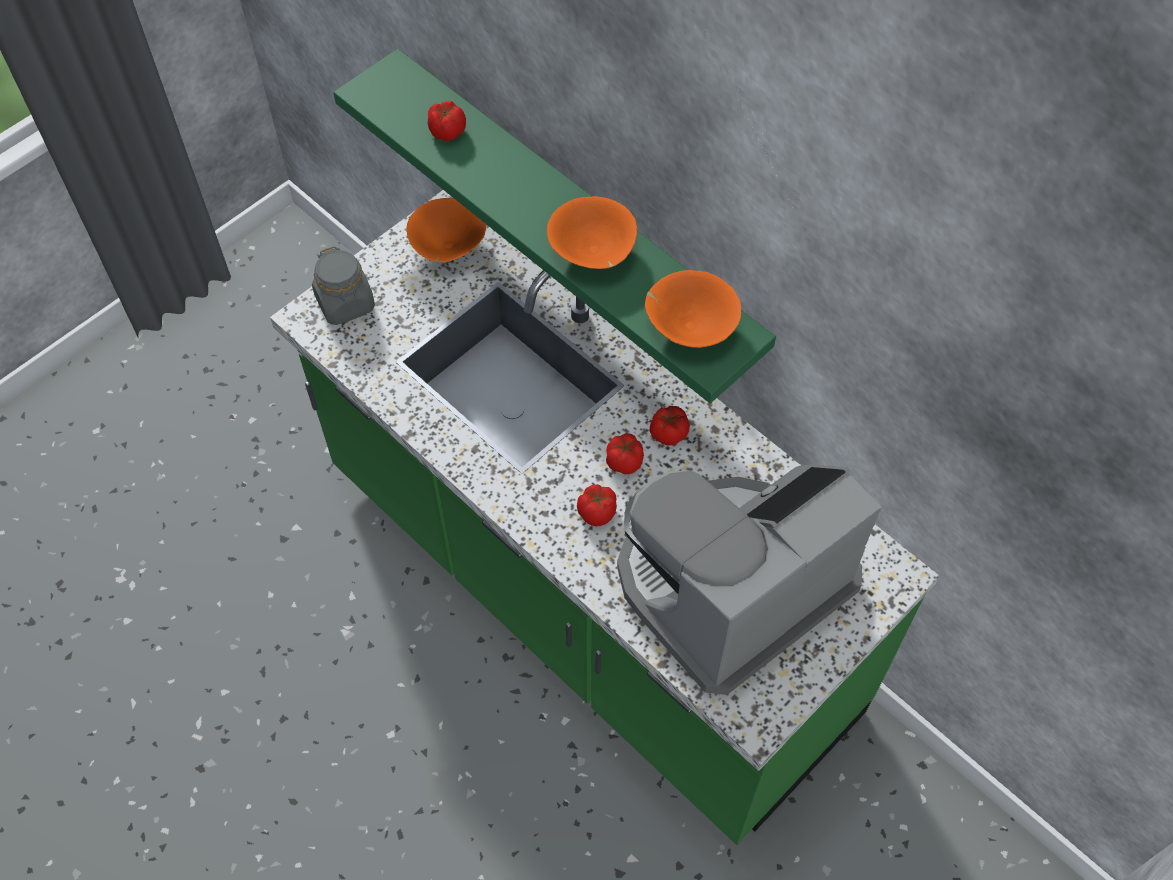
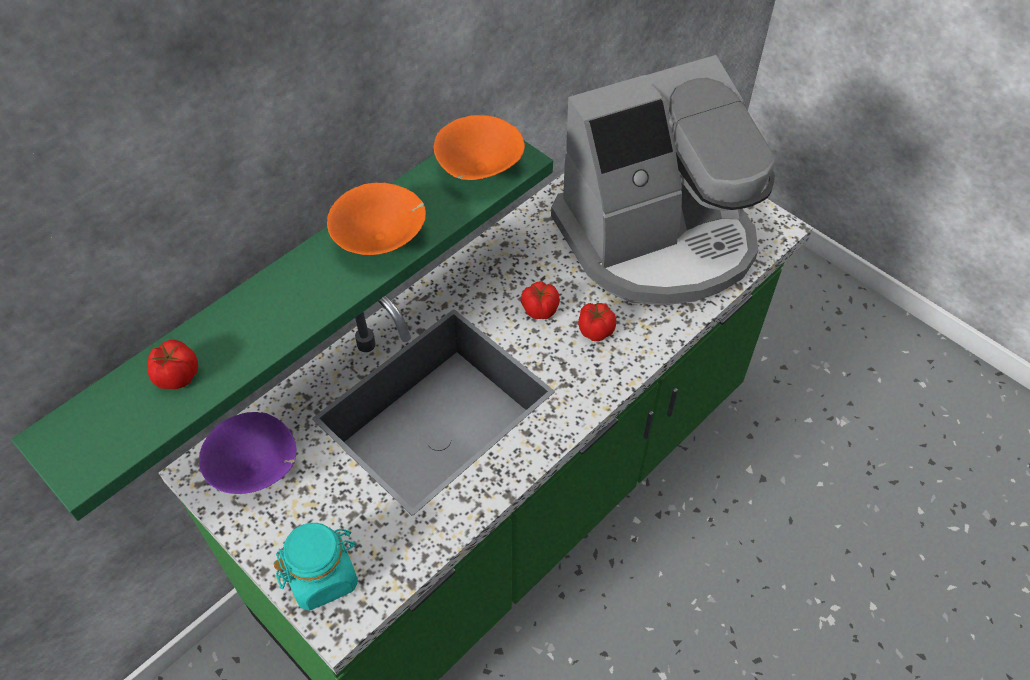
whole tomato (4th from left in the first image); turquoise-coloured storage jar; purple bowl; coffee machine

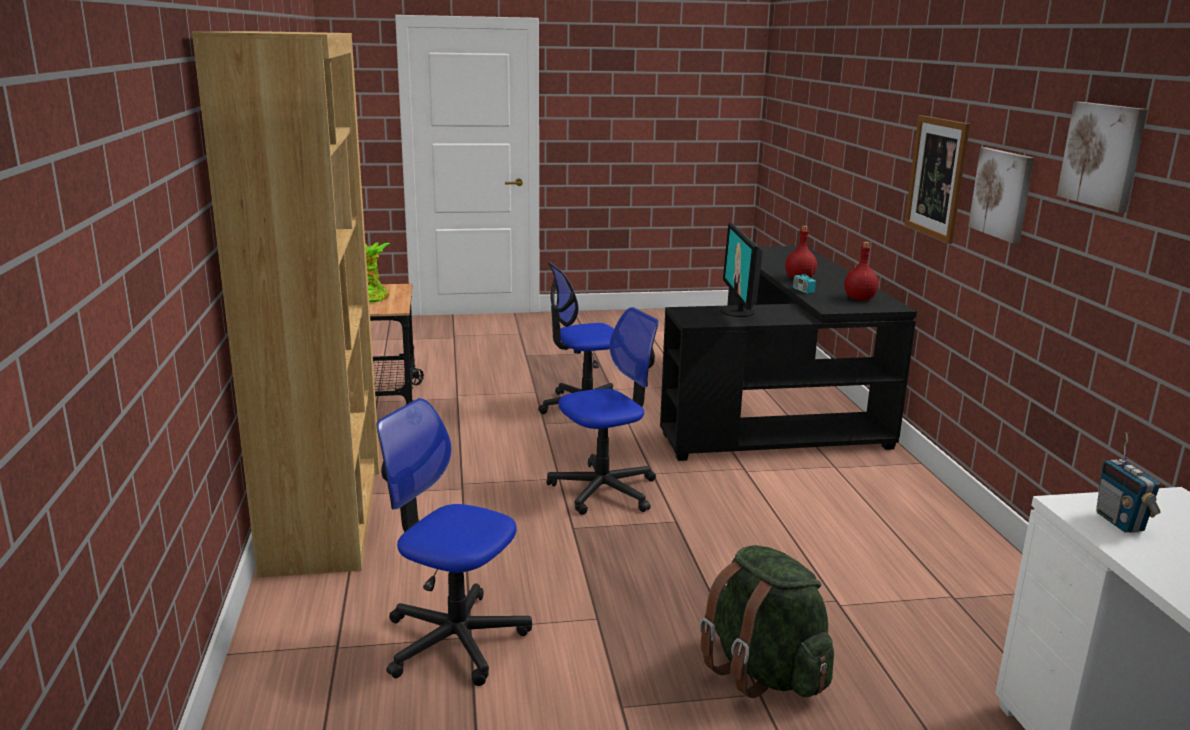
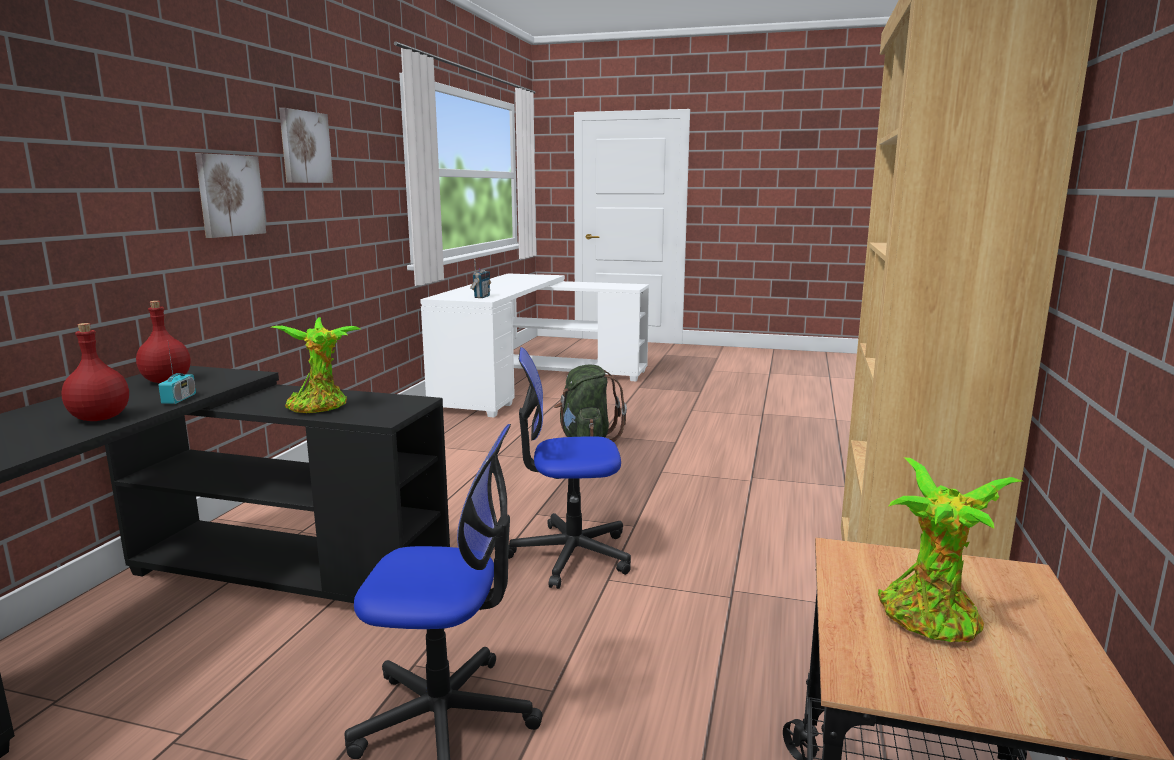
computer chair (1st from left in the first image); wall art (1st from left in the first image); houseplant (1st from left)

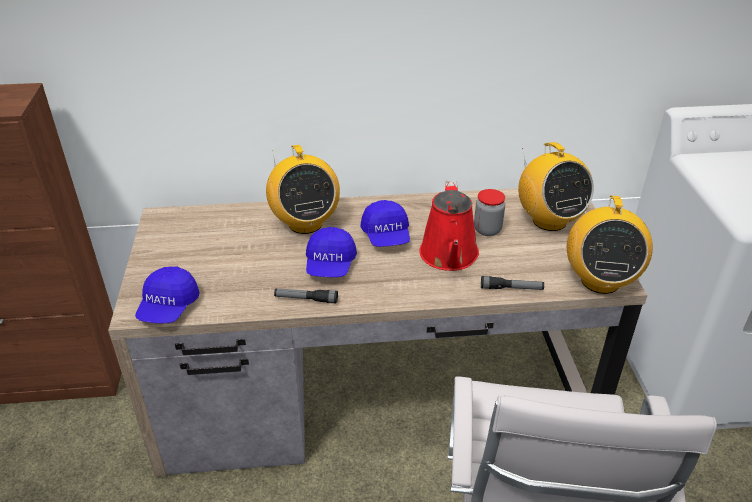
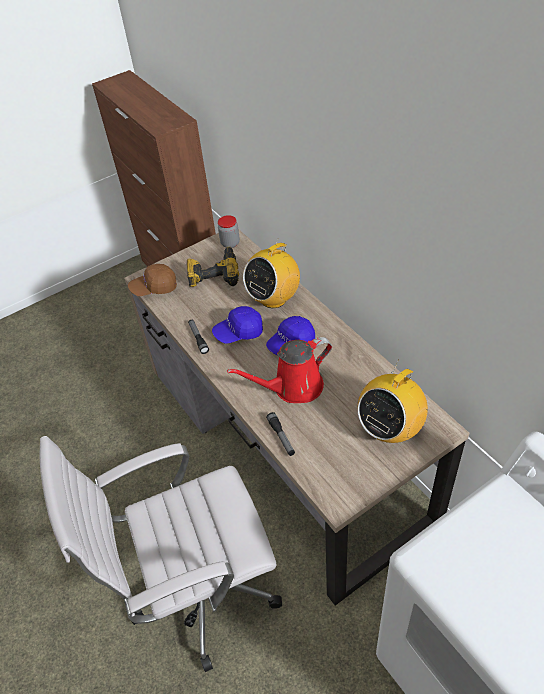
radio set (3rd from left in the first image); drill; storage jar; brown cap

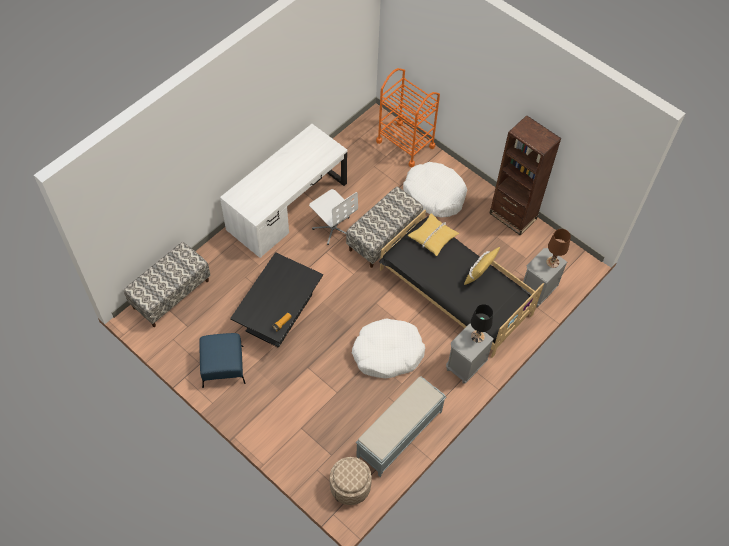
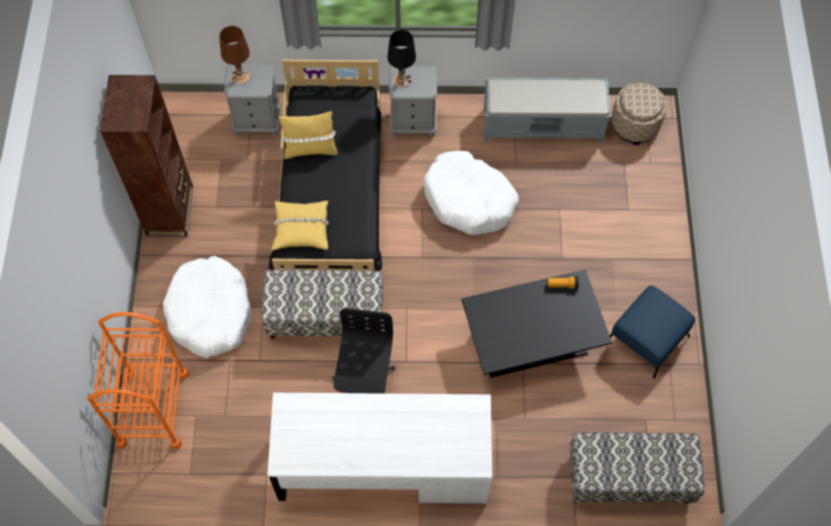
black-coloured computer chair

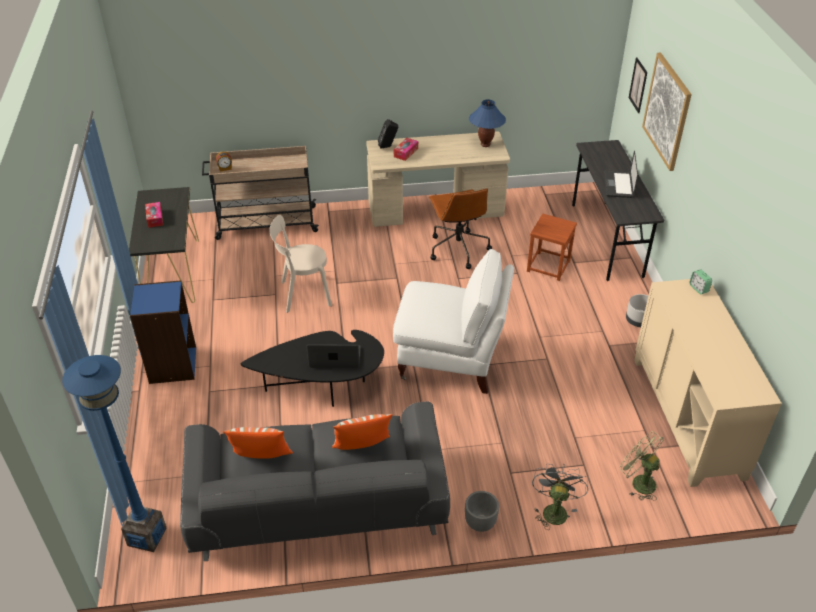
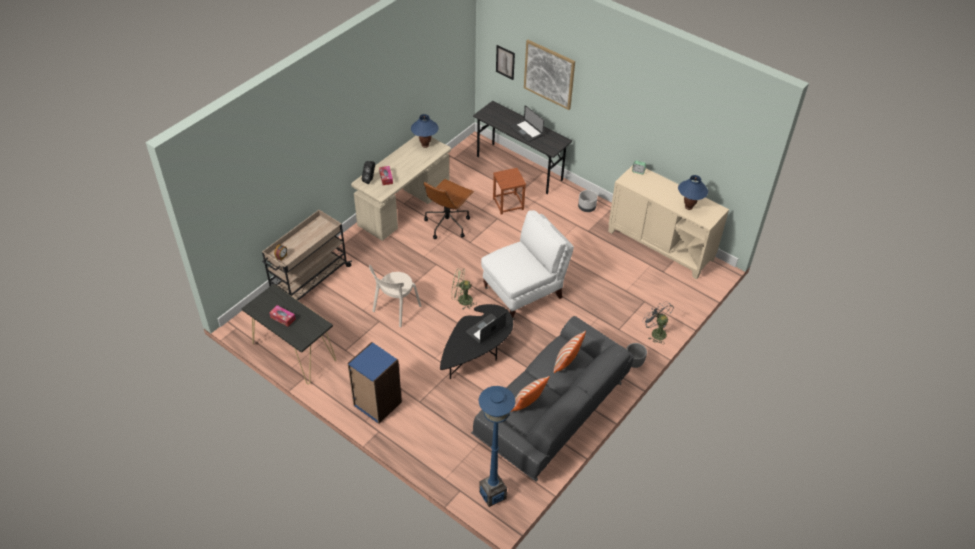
blue-coloured table lamp (2nd from left); green-coloured cooling fan; brown computer chair

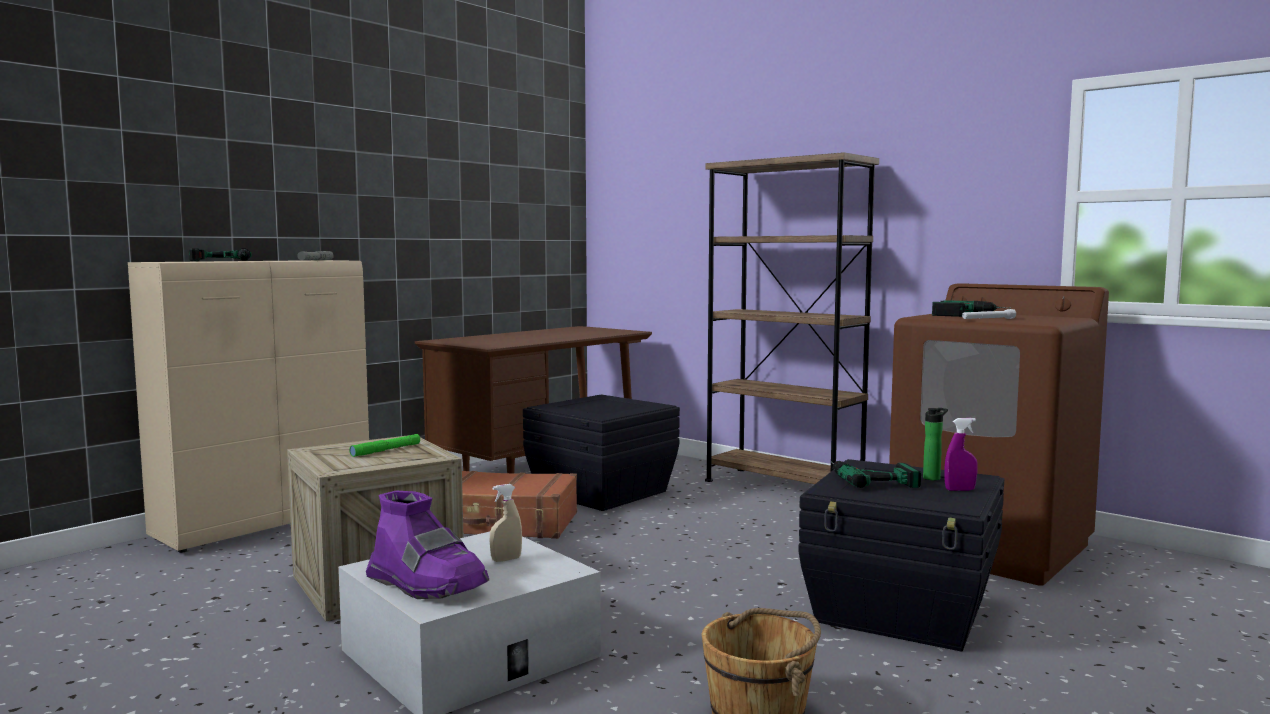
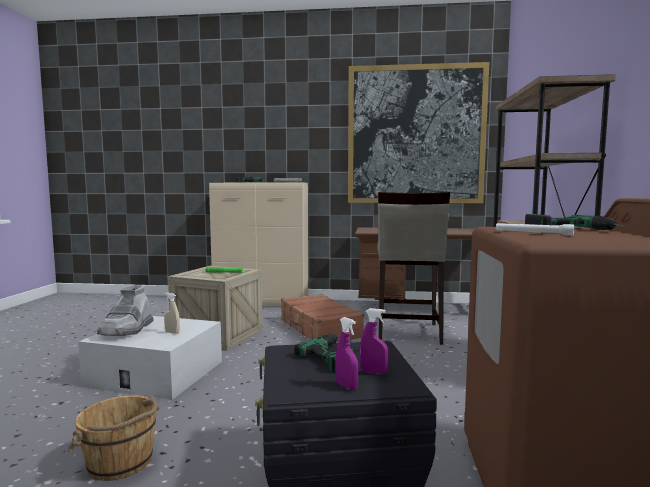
wall art; beige stool seat; purple hand sprayer (2nd from left); grey boot

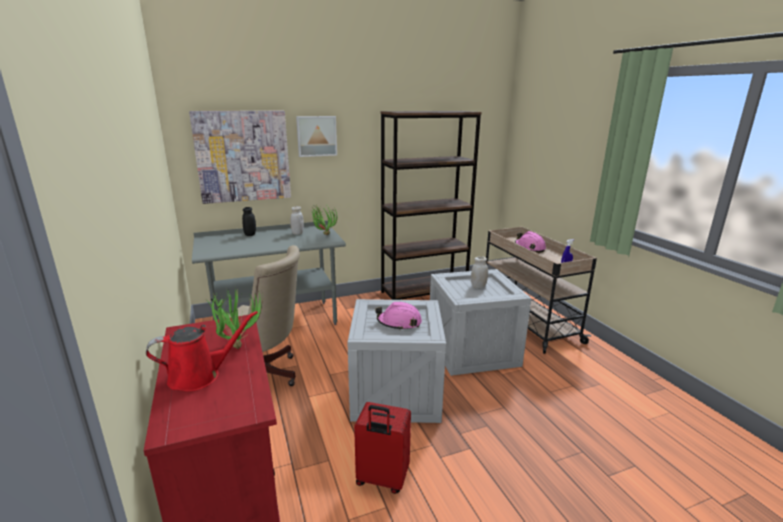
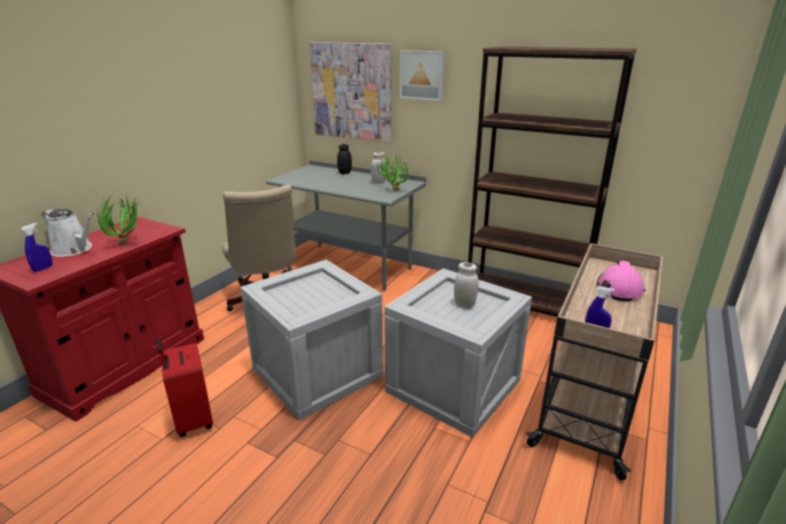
pink safety helmet (1st from left in the first image); blue-coloured hand sprayer (1st from left); white watering pot

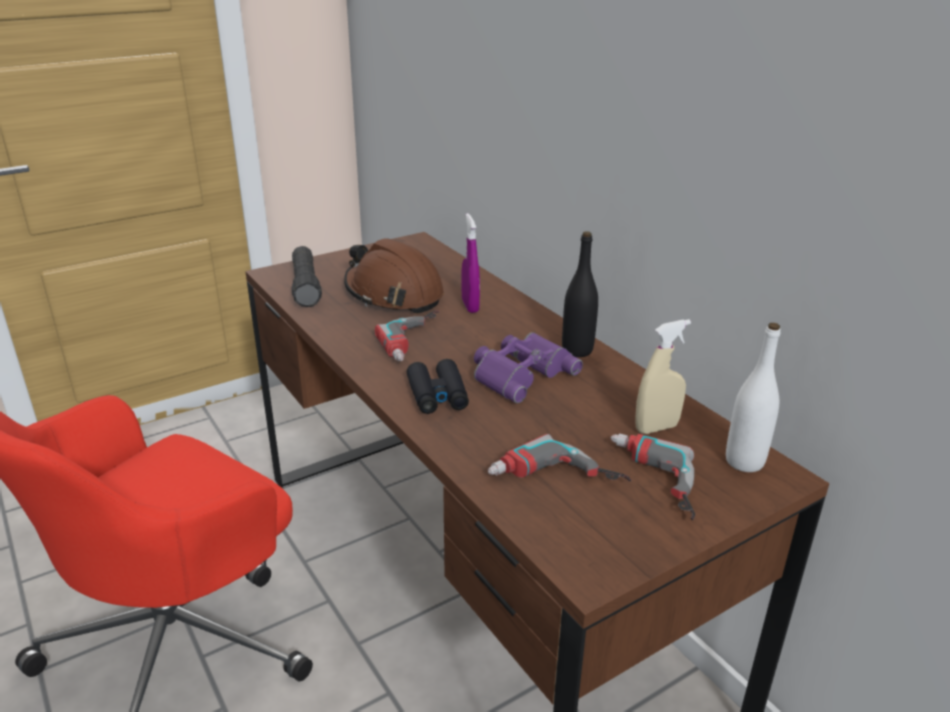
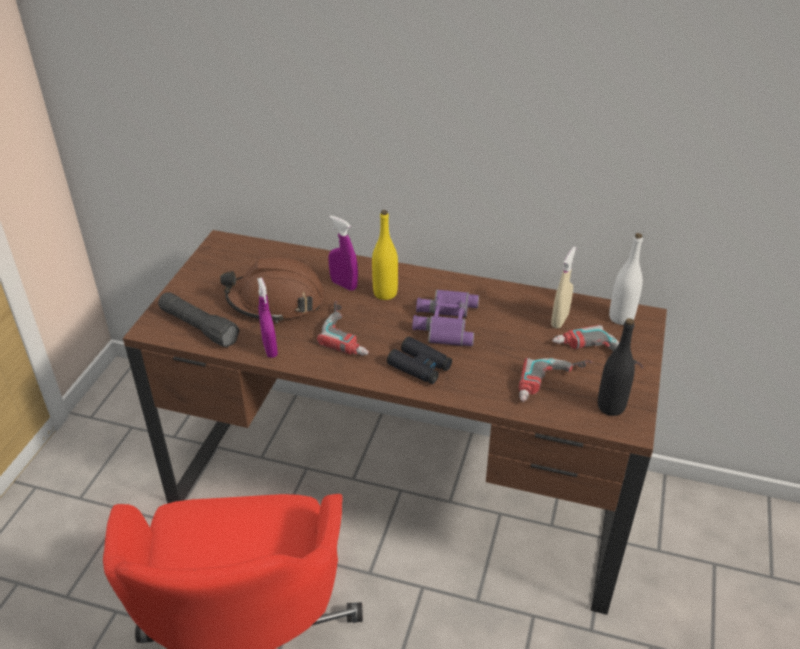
purple hand sprayer (1st from left); yellow drink bottle; black-coloured drink bottle

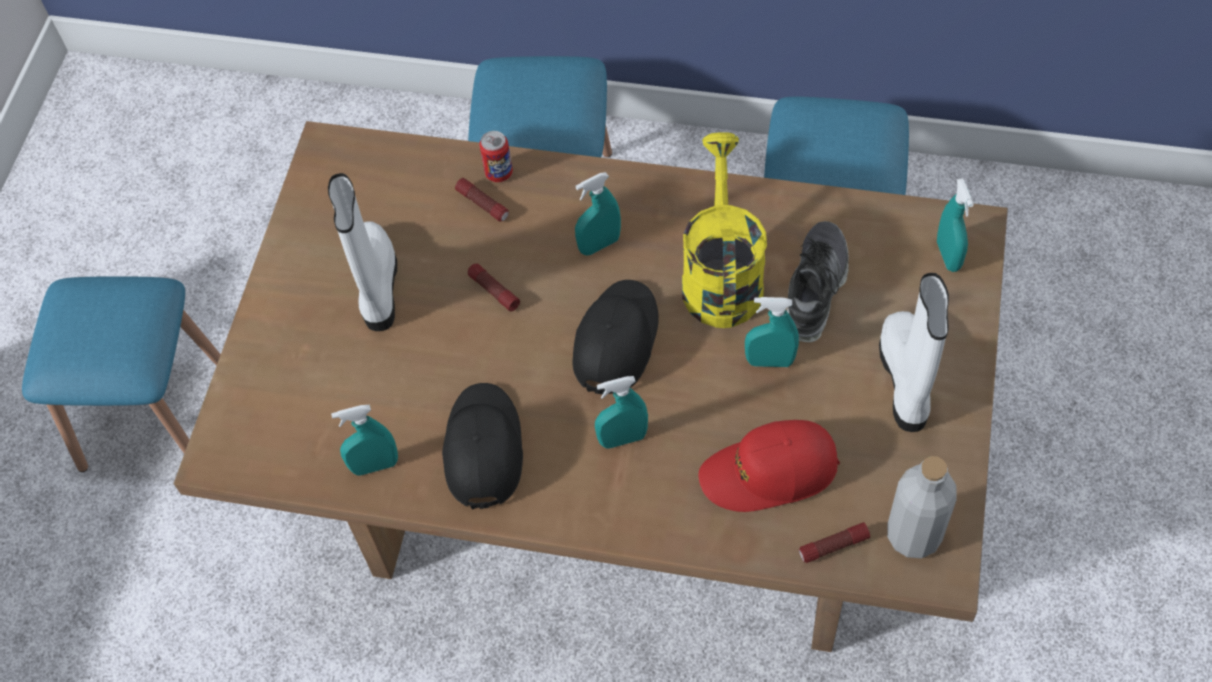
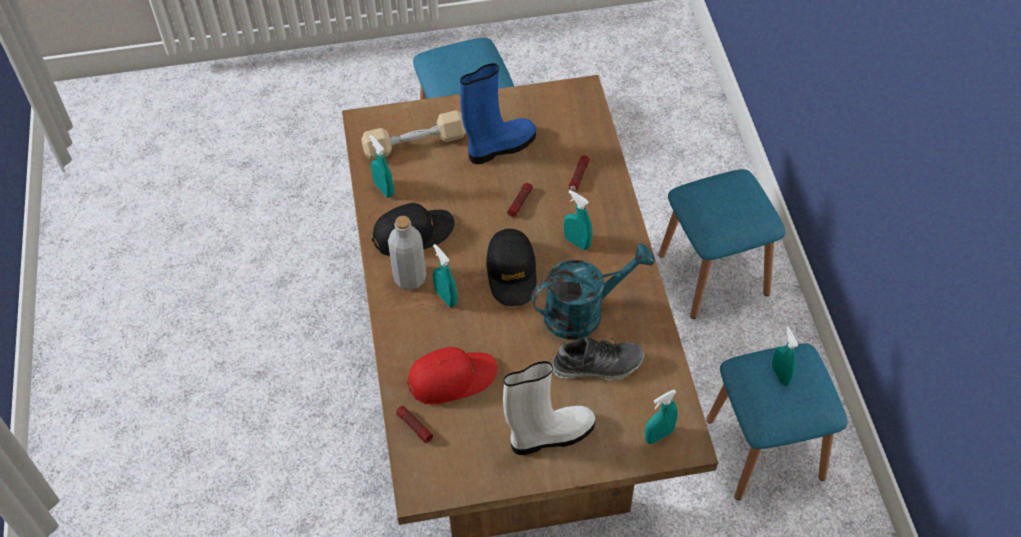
sealed can; beige free weight; turquoise-coloured hand sprayer (5th from left); grey drink bottle; blue-coloured boot; turquoise-coloured watering pot; black-coloured cap (2nd from left); red-coloured cap

